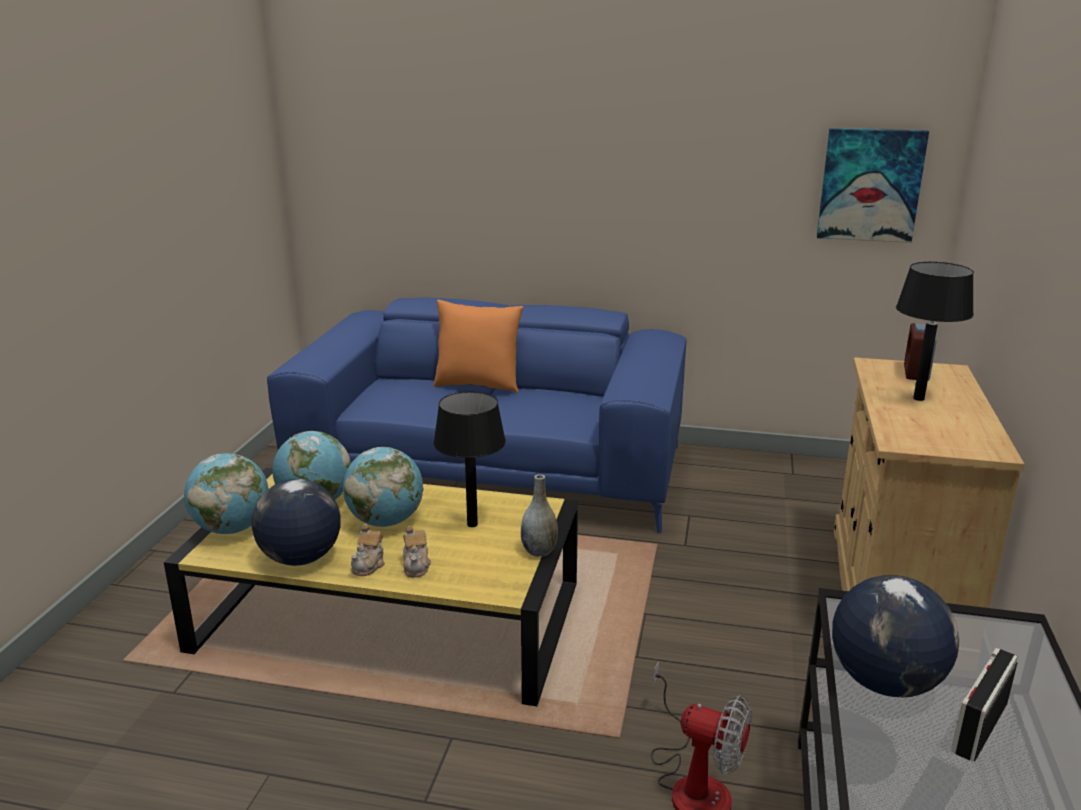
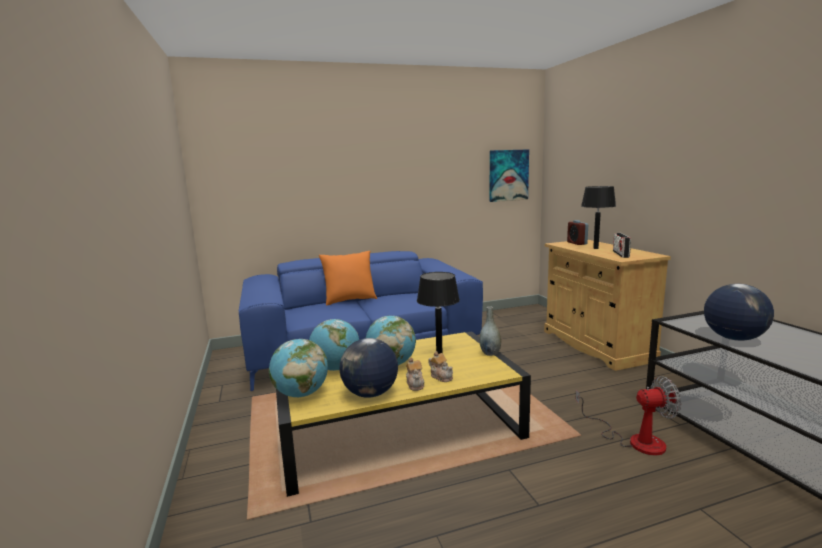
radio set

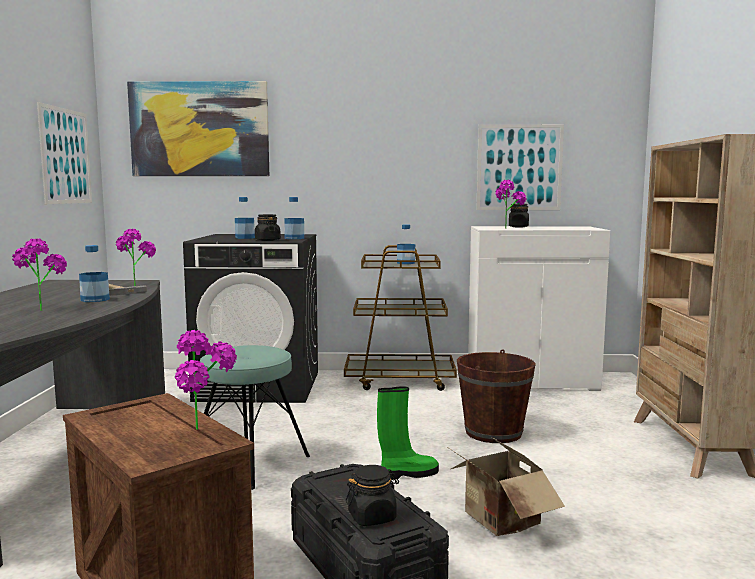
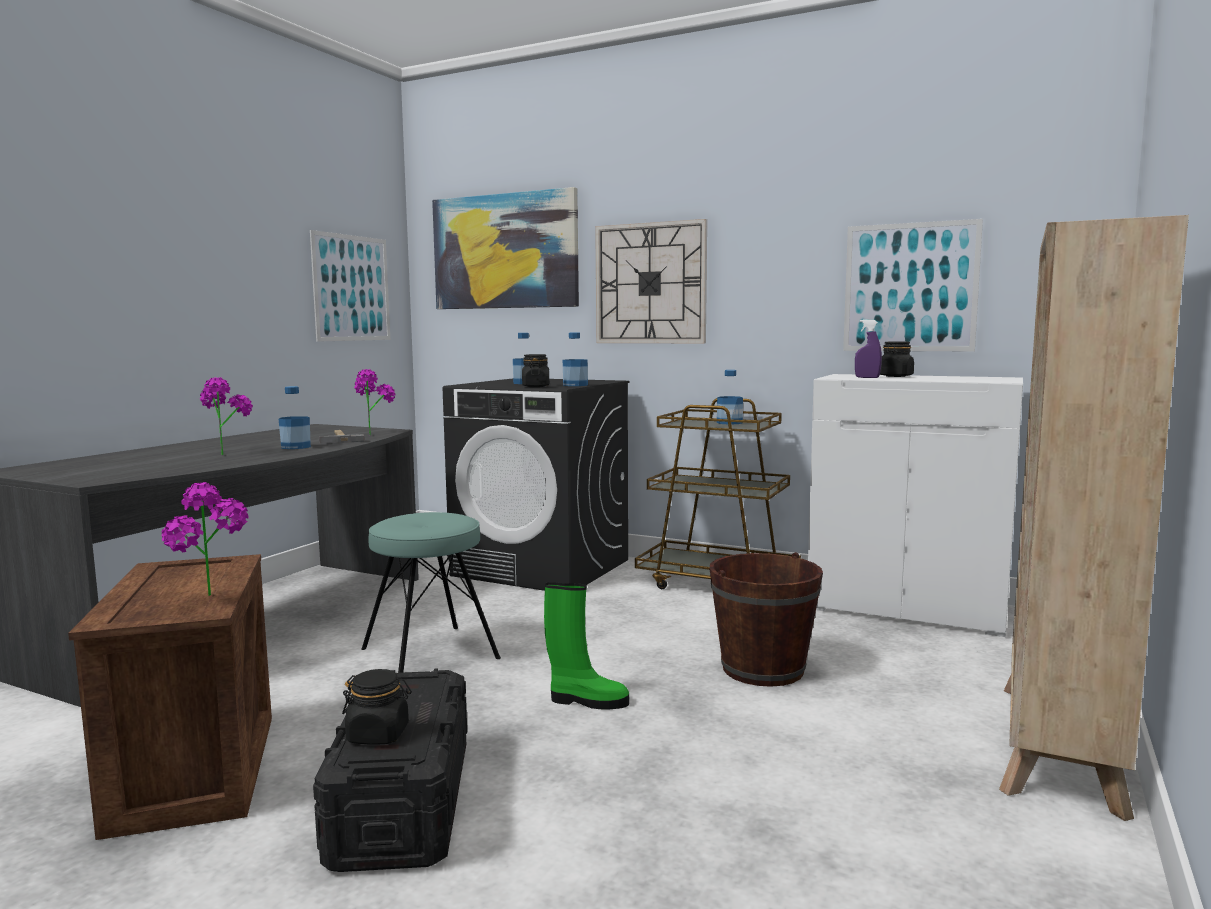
carton; wall clock; purple hand sprayer

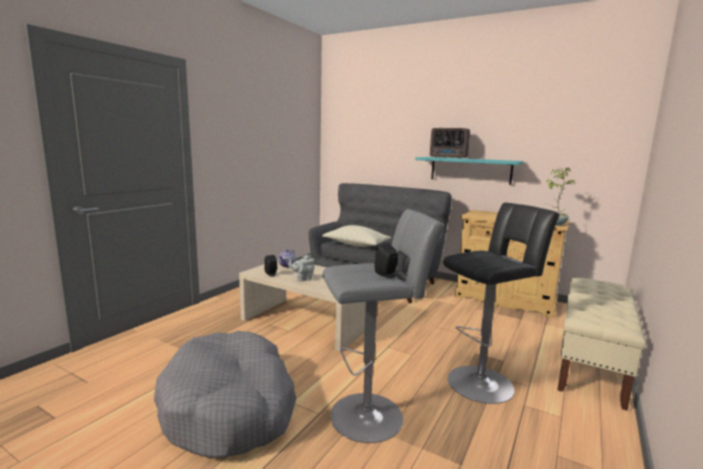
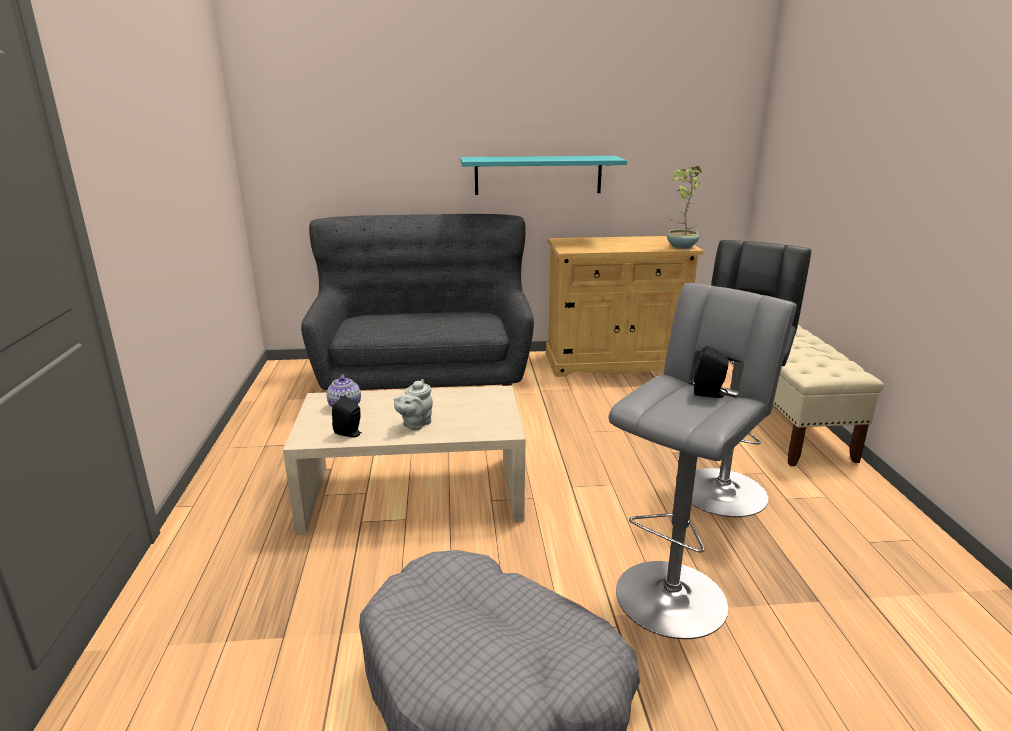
beige throw pillow; radio set

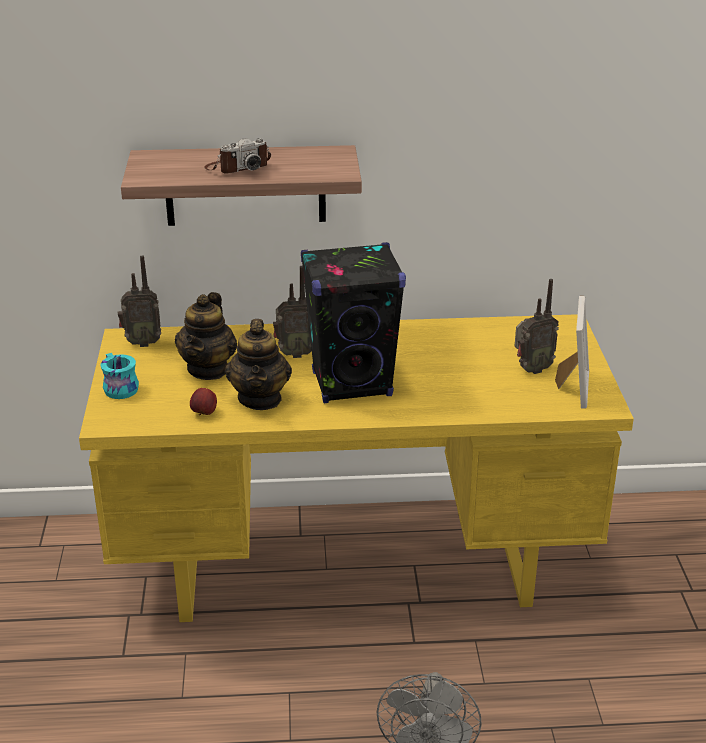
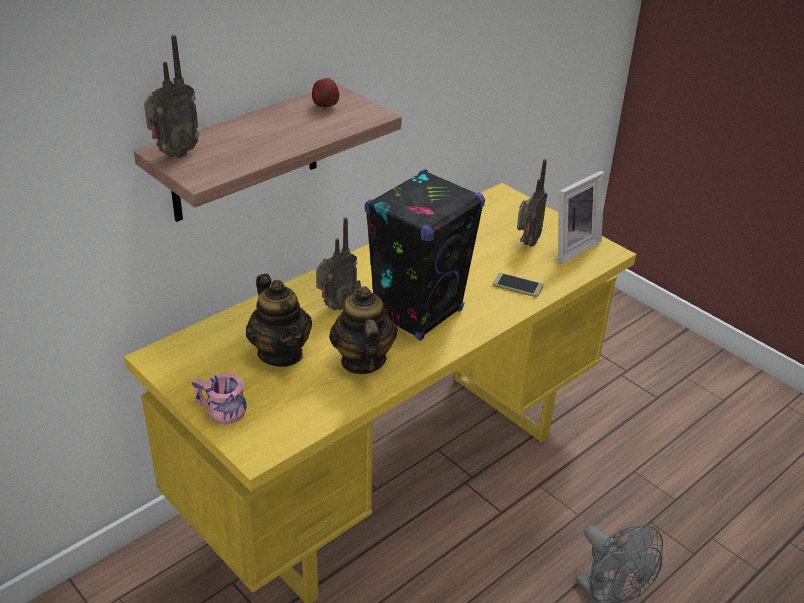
photo camera; telephone; radio set (1st from left); apple fruit; pink tea mug; pot for tea (2nd from left); standing frame

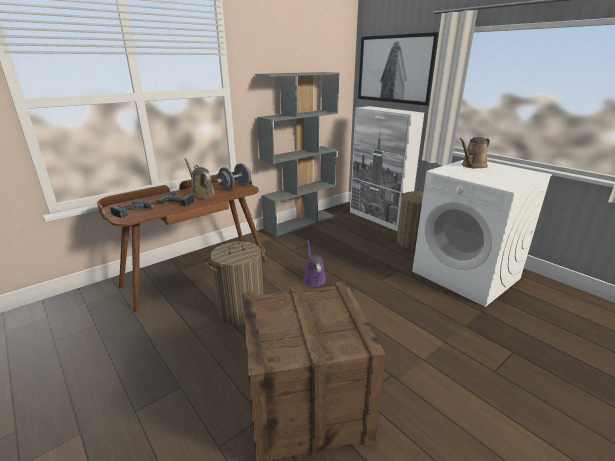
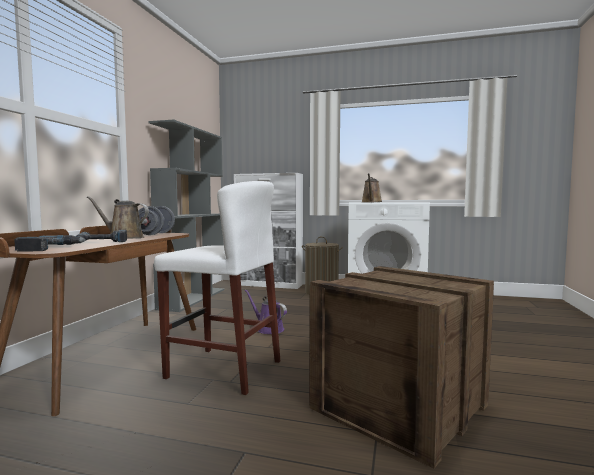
wall art; white stool seat

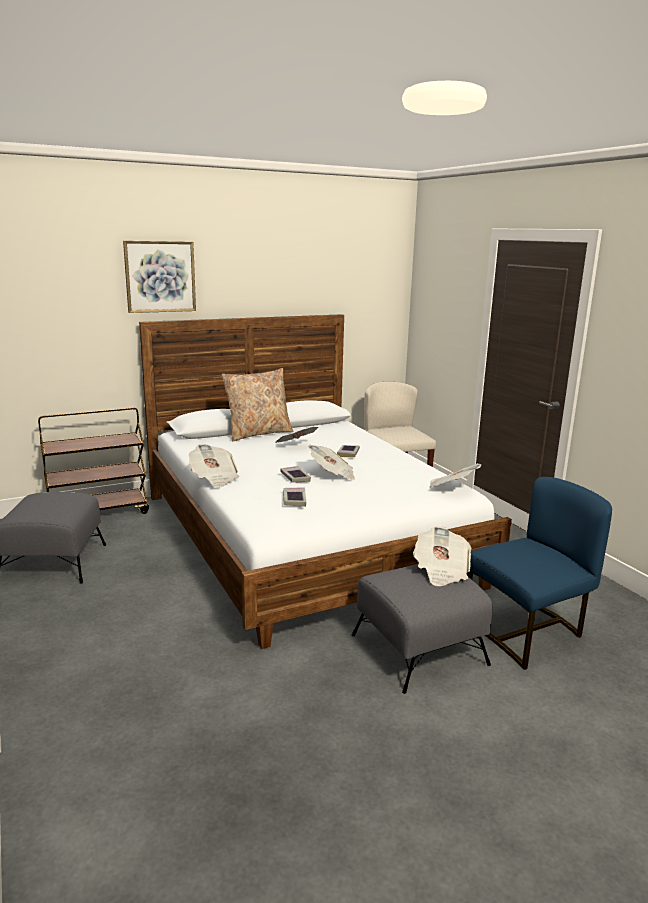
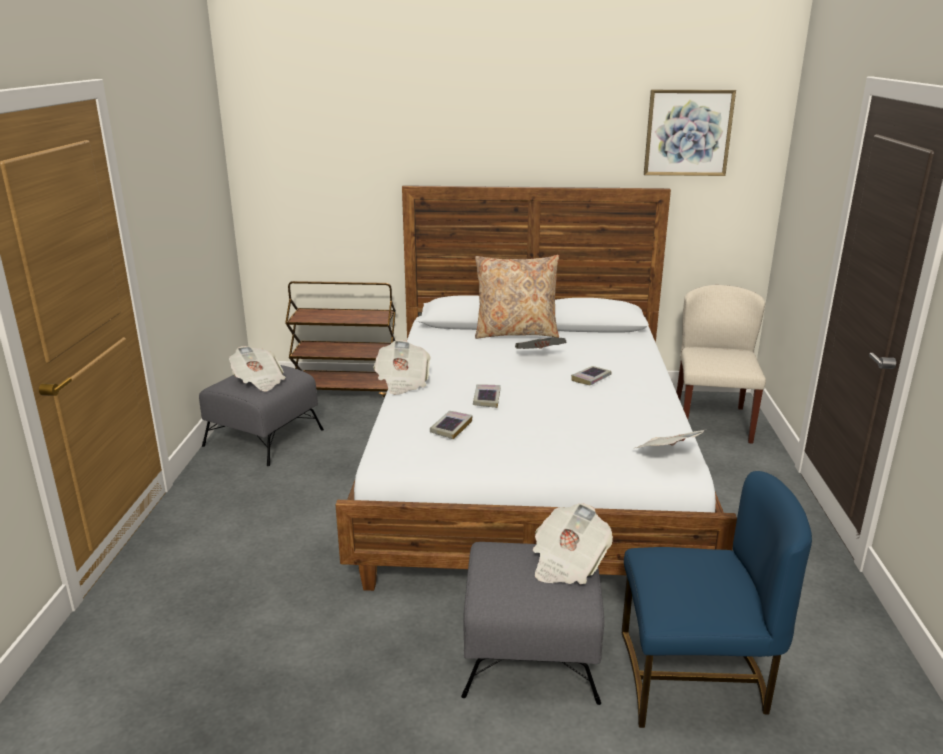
wall art; printed paper (1st from left)

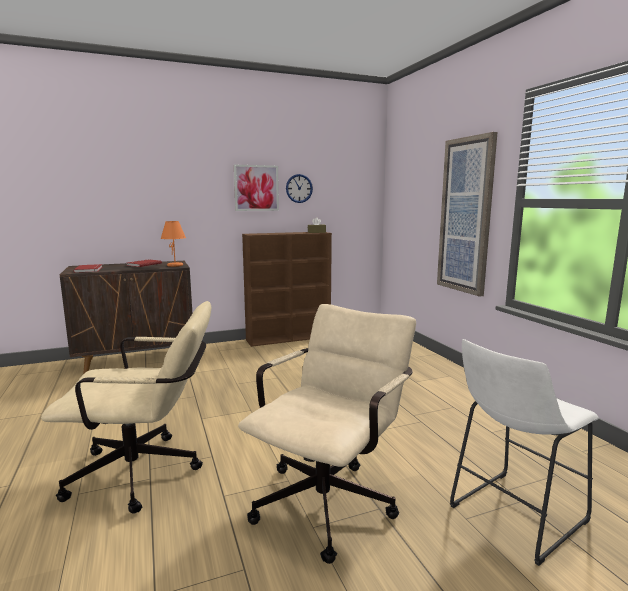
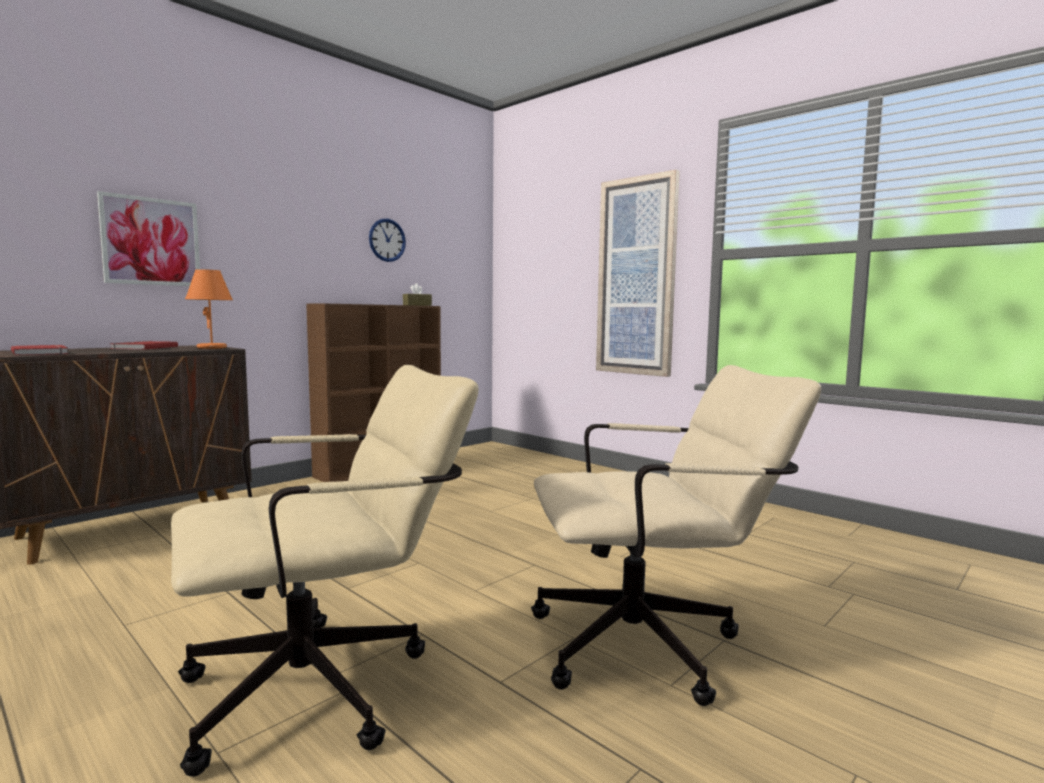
white stool seat; wall art (1st from left); beige computer chair (2nd from left)

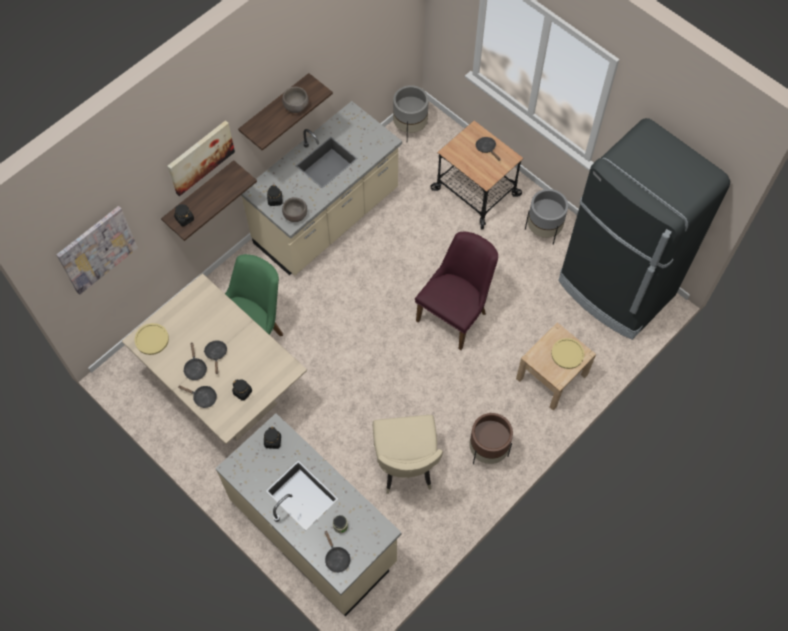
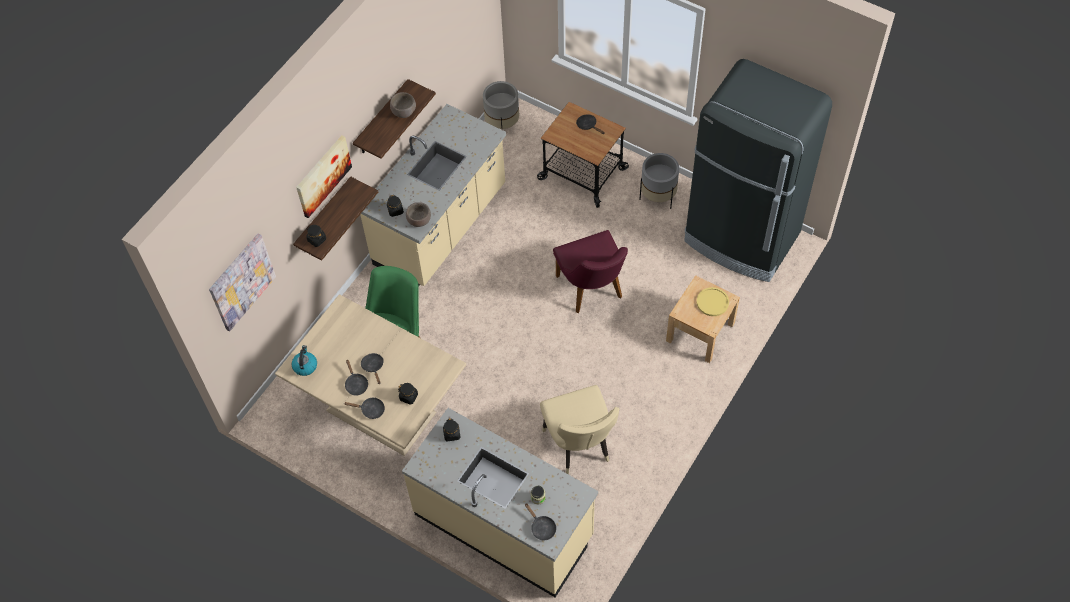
brown plant pot; tea kettle; purple upright chair

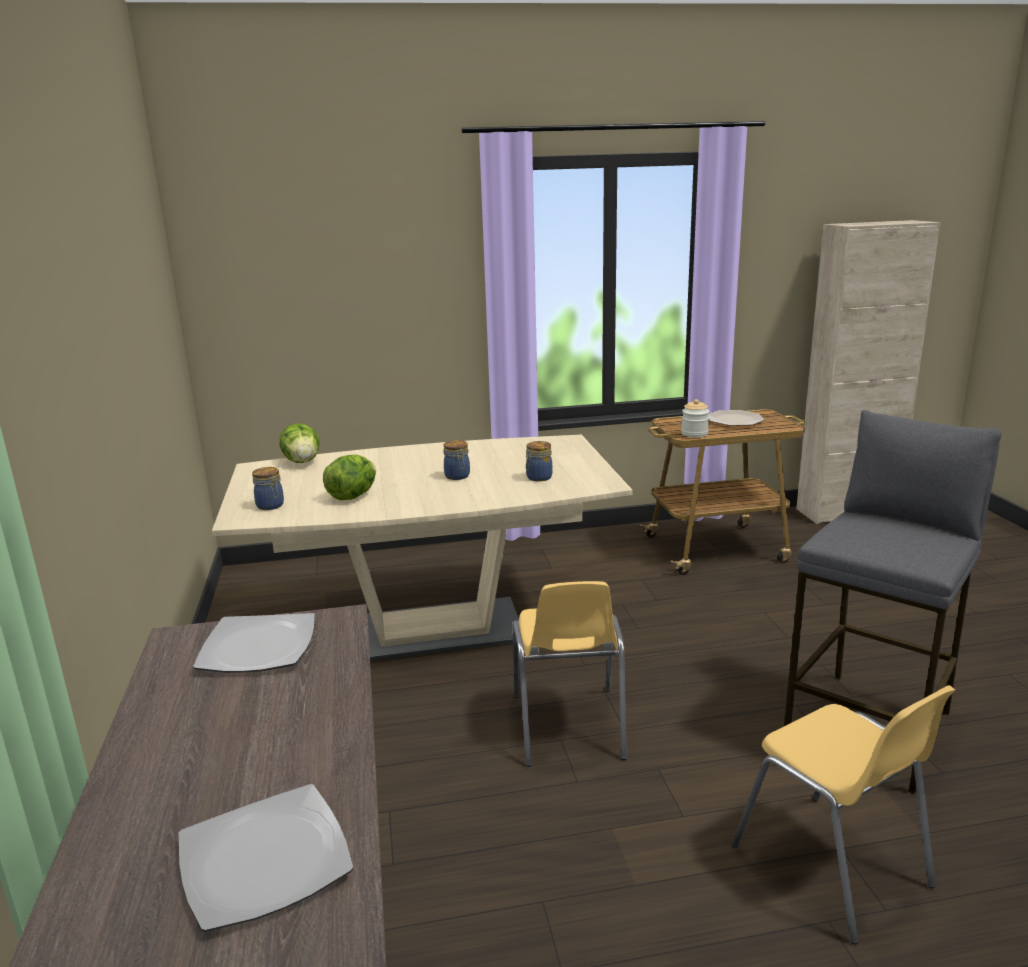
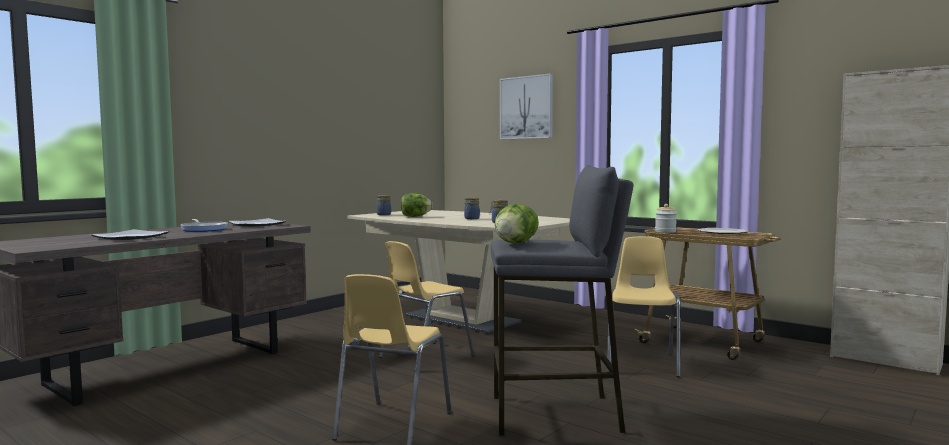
pan; wall art; yellow upright chair (3rd from left); lettuce head (2nd from left)

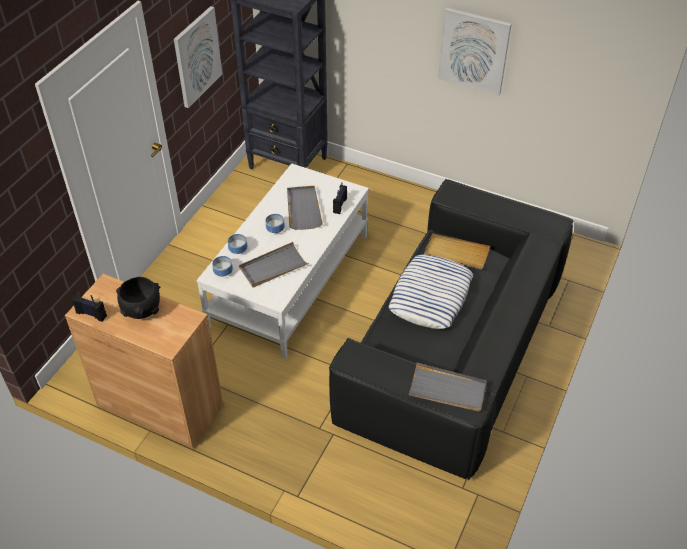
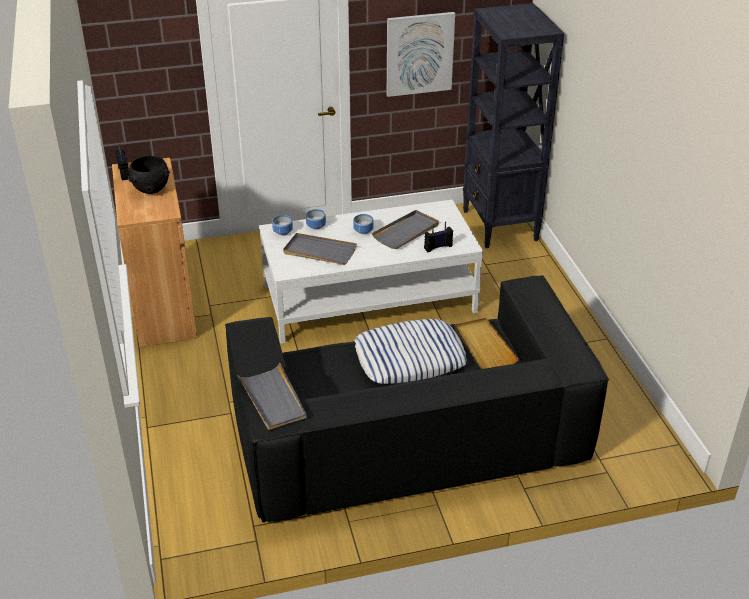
wall art (2nd from left in the first image)

